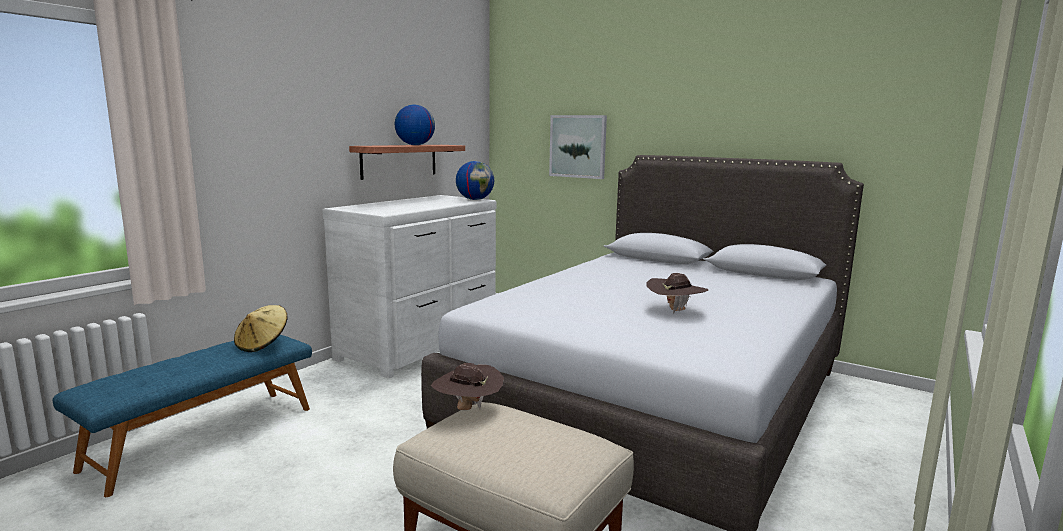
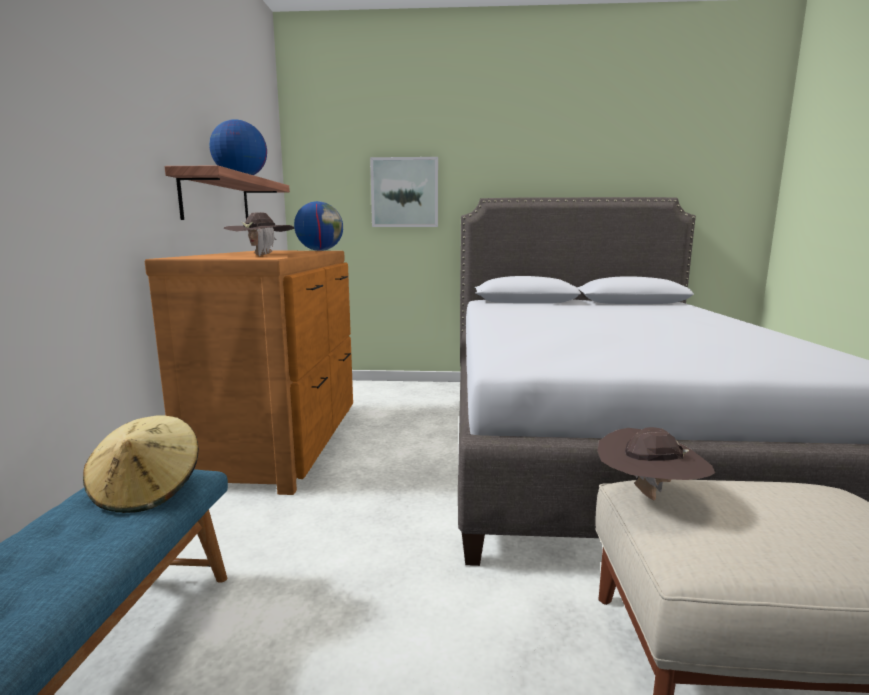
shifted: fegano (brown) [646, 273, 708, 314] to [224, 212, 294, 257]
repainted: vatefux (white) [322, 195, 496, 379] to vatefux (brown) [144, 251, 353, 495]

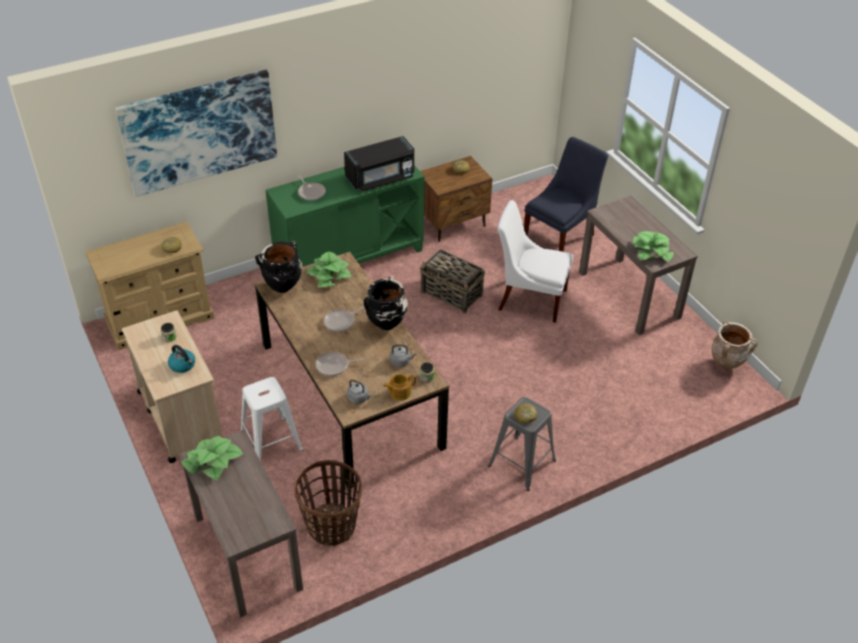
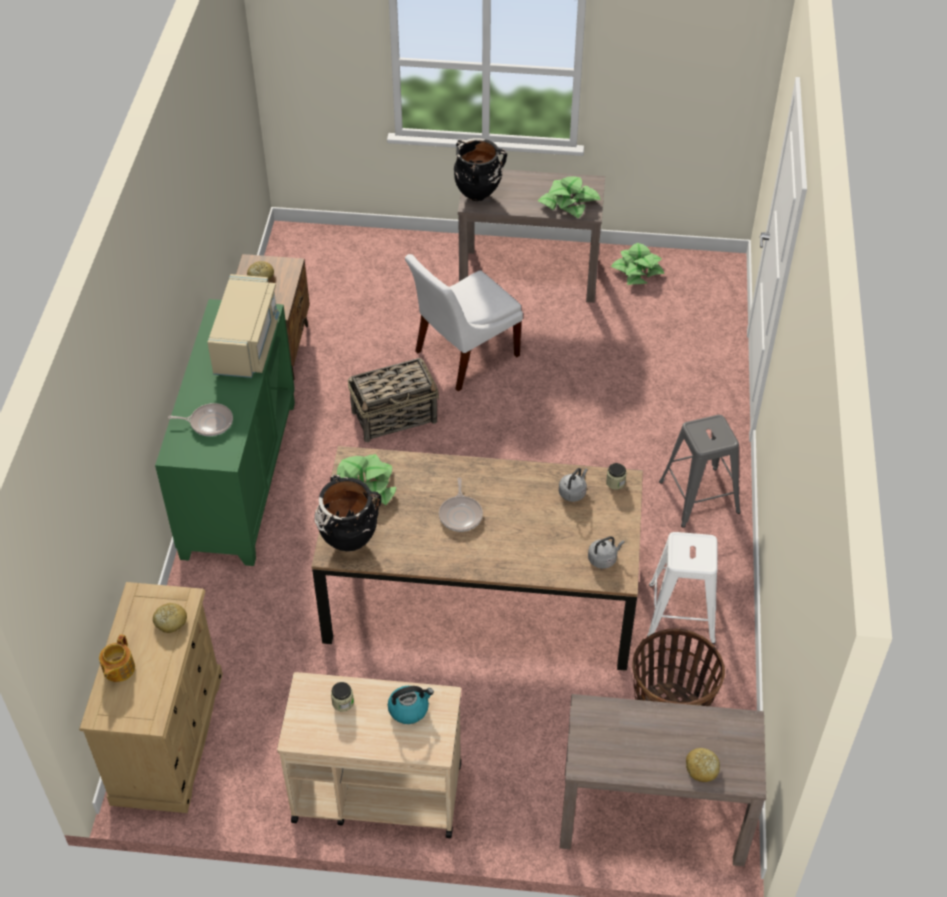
gone: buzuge [115, 70, 277, 197]; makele [316, 352, 364, 376]; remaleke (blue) [524, 137, 608, 252]; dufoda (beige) [712, 320, 758, 369]
shifted: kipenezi [181, 436, 243, 481] to [611, 243, 665, 285]; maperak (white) [241, 377, 303, 461] to [647, 532, 717, 644]; dufoda (black) [363, 276, 408, 330] to [454, 138, 507, 201]; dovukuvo [384, 374, 416, 401] to [99, 635, 135, 682]; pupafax [514, 403, 537, 424] to [686, 748, 720, 782]
repainted: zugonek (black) [344, 136, 414, 192] to zugonek (beige) [207, 274, 280, 378]

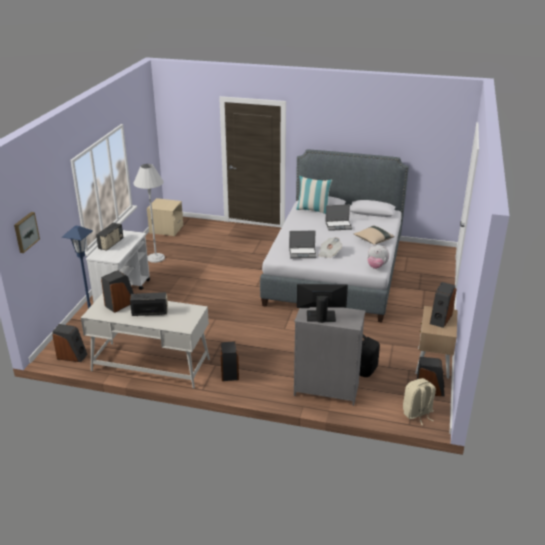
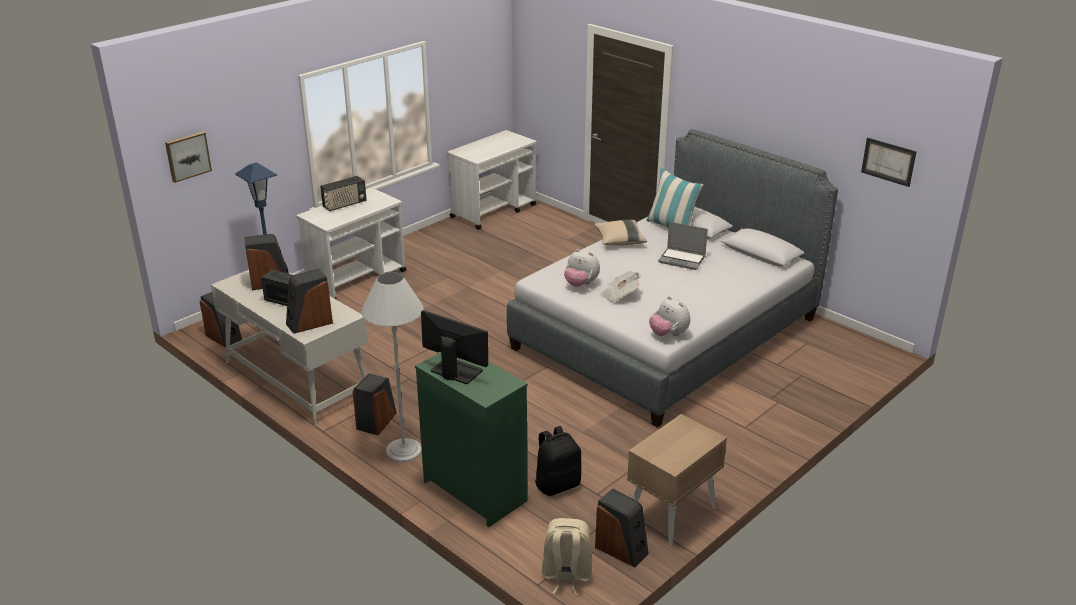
new: buzuge [861, 138, 917, 187]
shifted: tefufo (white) [133, 164, 165, 263] to [361, 272, 424, 462]; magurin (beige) [353, 226, 394, 245] to [594, 220, 647, 245]; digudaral [430, 282, 457, 328] to [286, 269, 333, 334]
swapped: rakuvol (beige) [147, 198, 183, 237] to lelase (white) [447, 130, 537, 230]; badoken [289, 231, 317, 259] to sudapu [564, 249, 600, 287]
repainted: vatefux (grey) [294, 307, 365, 406] to vatefux (green) [415, 352, 528, 527]

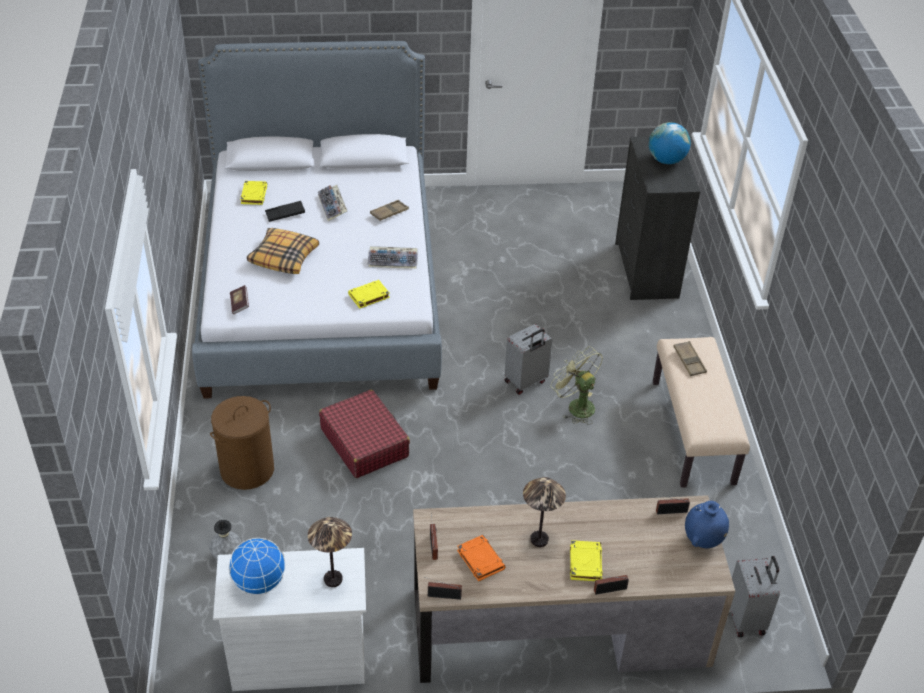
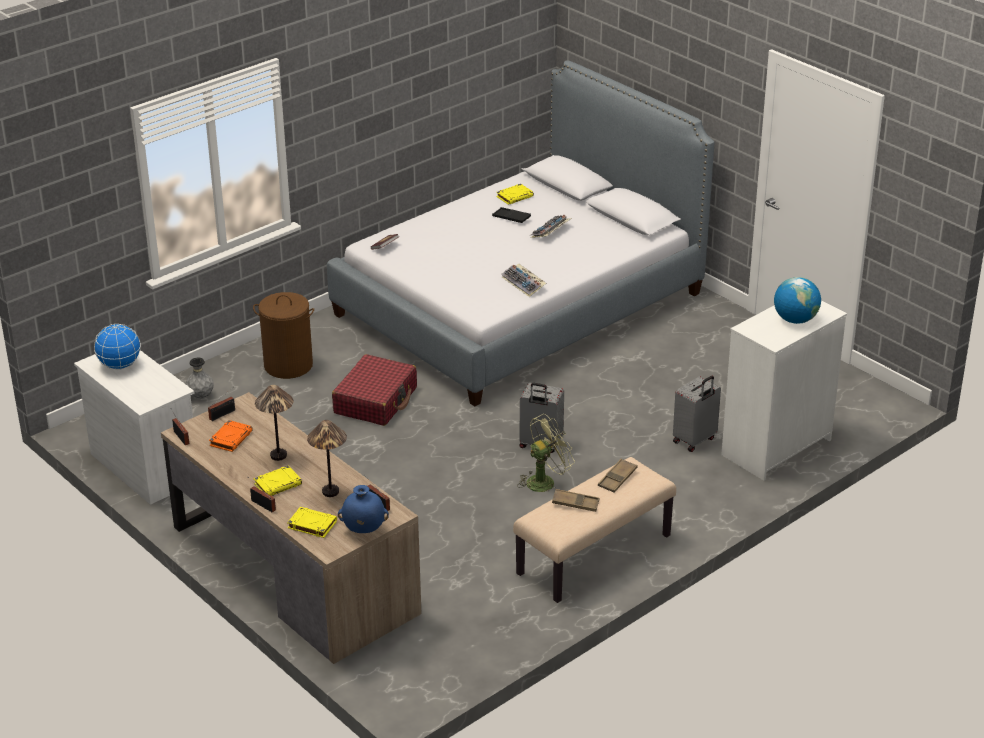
gone: magurin [247, 228, 319, 274]
shifted: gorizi [308, 517, 352, 587] to [307, 420, 347, 497]; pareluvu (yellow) [348, 280, 390, 309] to [287, 507, 337, 538]; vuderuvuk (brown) [370, 200, 409, 221] to [552, 489, 599, 512]; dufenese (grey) [730, 556, 780, 637] to [673, 376, 721, 452]
repainted: vatefux (black) [615, 136, 700, 300] to vatefux (white) [721, 300, 847, 481]
rotated: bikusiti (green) [551, 346, 603, 425] = [517, 414, 575, 492] 45 degrees clockwise

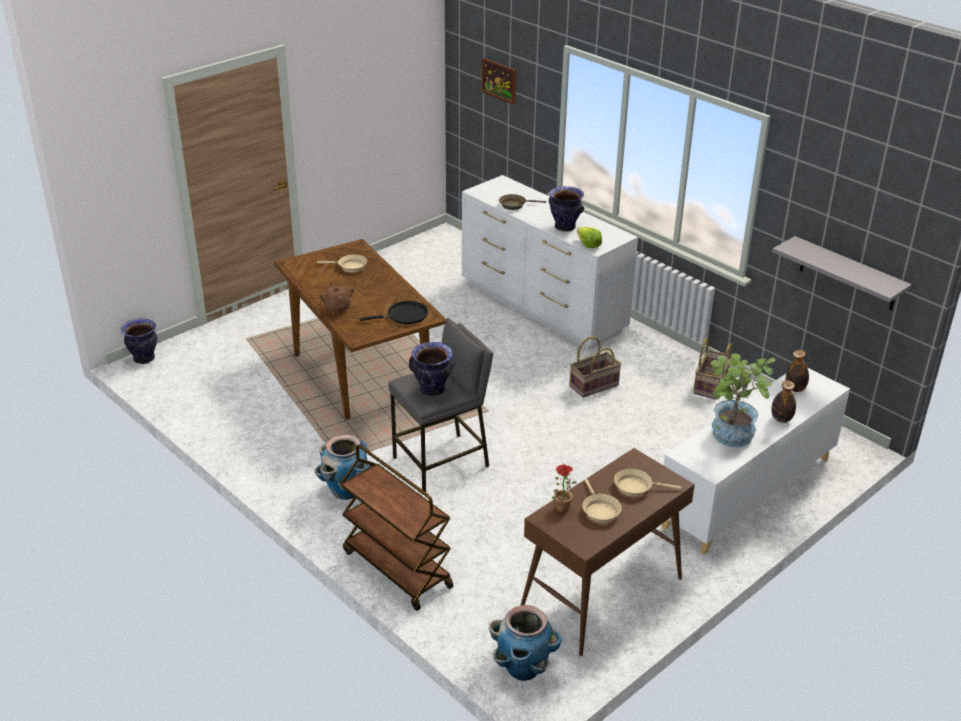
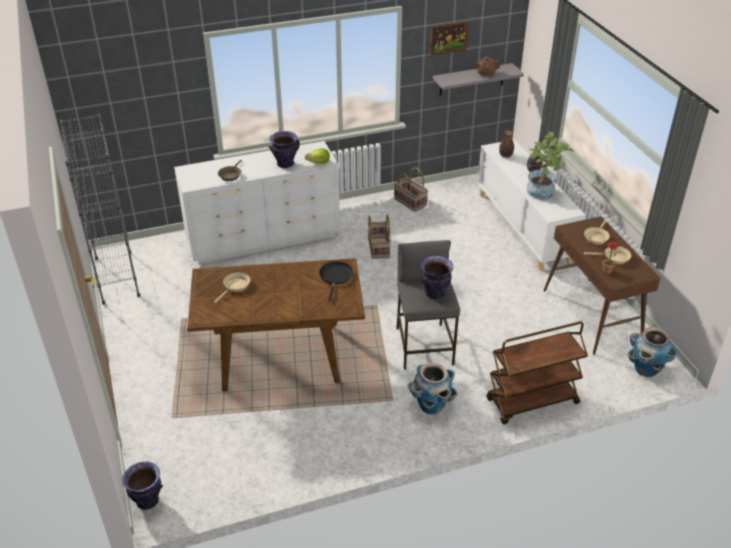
new: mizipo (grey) [60, 114, 141, 305]
shifted: dovukuvo (brown) [319, 282, 354, 313] to [473, 56, 500, 77]; buzuge [482, 58, 516, 105] to [430, 21, 468, 56]

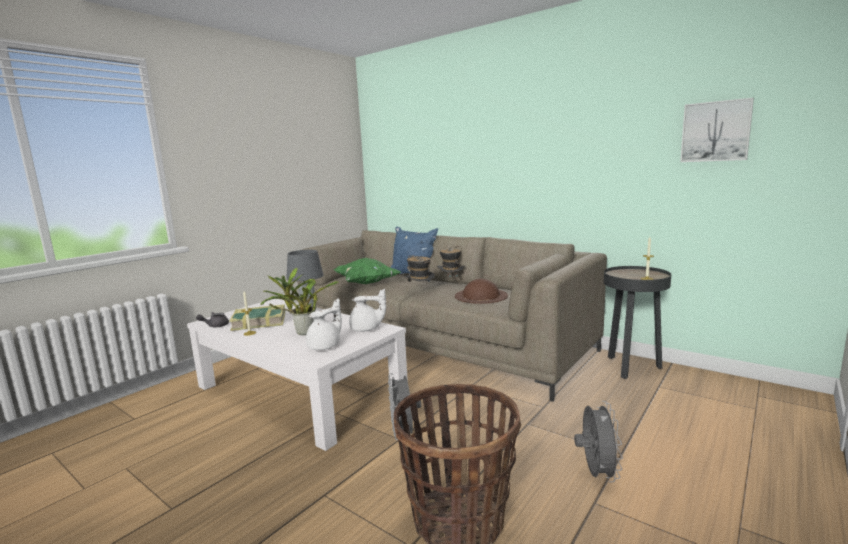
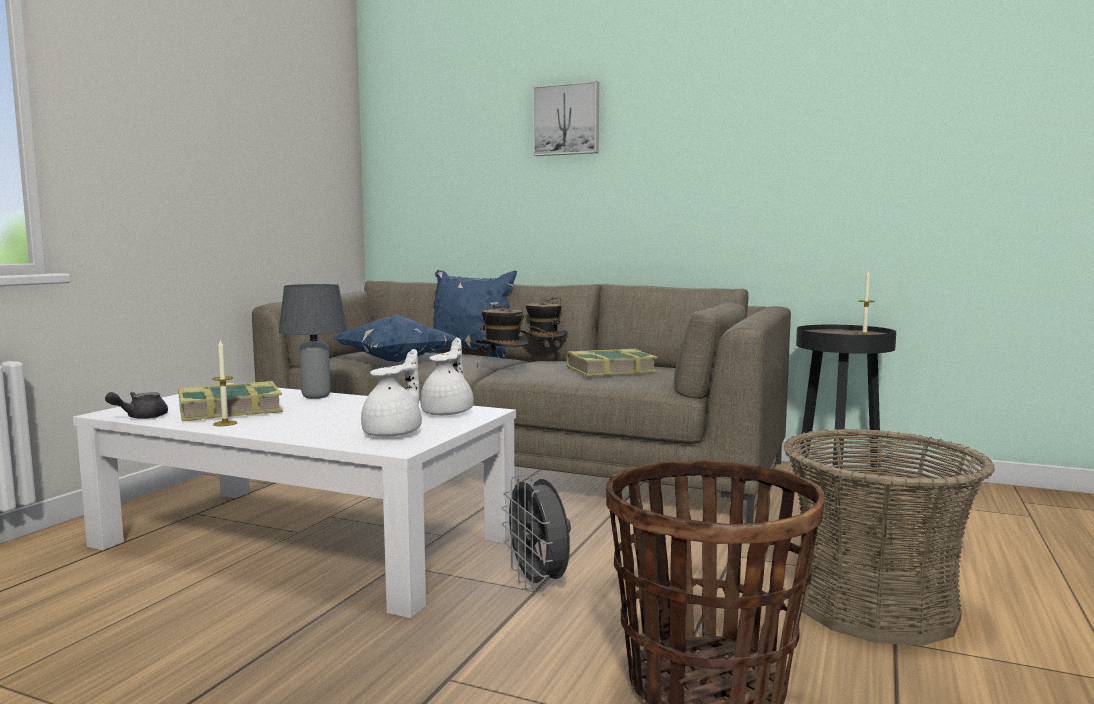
gone: kipenezi [260, 268, 339, 335]
shifted: buzuge [680, 98, 754, 162] to [533, 81, 599, 156]
swapped: fegano (brown) [455, 278, 508, 304] to pareluvu [566, 349, 657, 376]; bikusiti (grey) [574, 401, 623, 482] to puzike [783, 428, 995, 646]
repainted: magurin (green) [333, 258, 401, 284] to magurin (blue) [332, 315, 461, 362]
rotated: dovukuvo (white) [349, 289, 386, 331] = [420, 338, 474, 415] 60 degrees counterclockwise

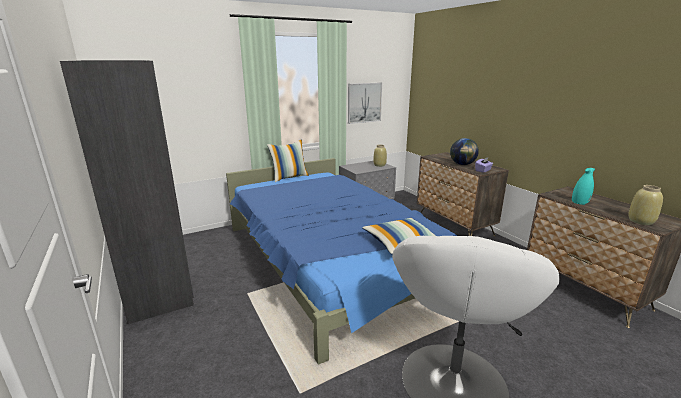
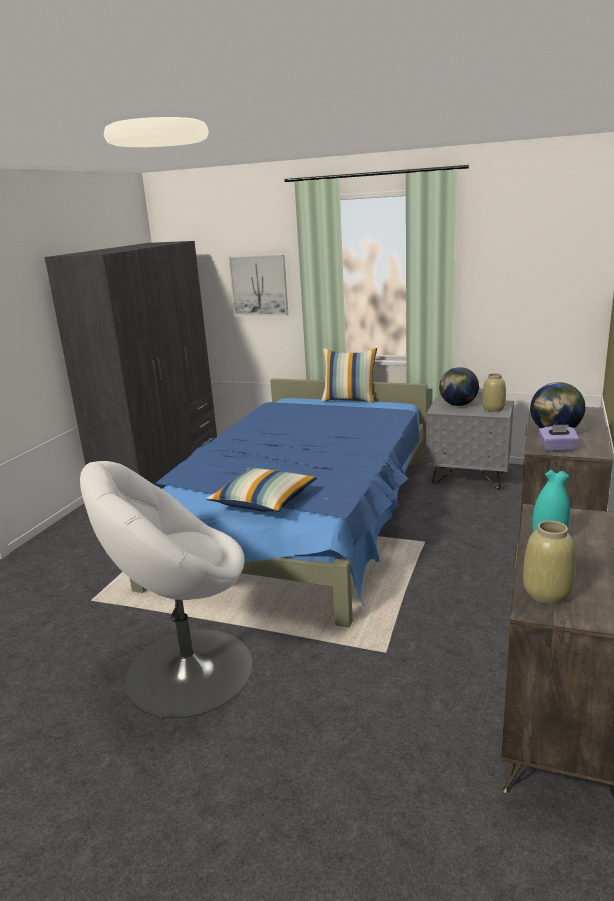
new: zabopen [439, 367, 479, 406]
shifted: buzuge [348, 83, 382, 124] to [229, 255, 288, 316]

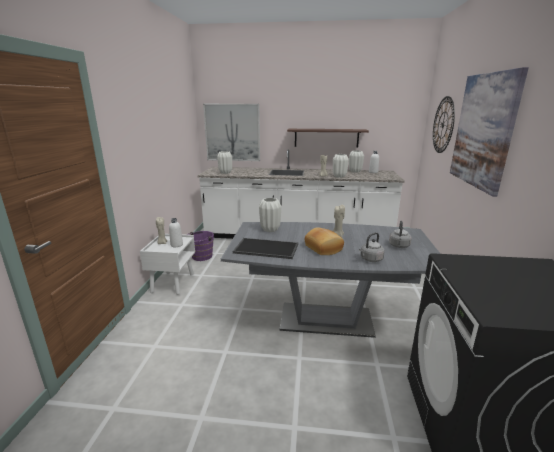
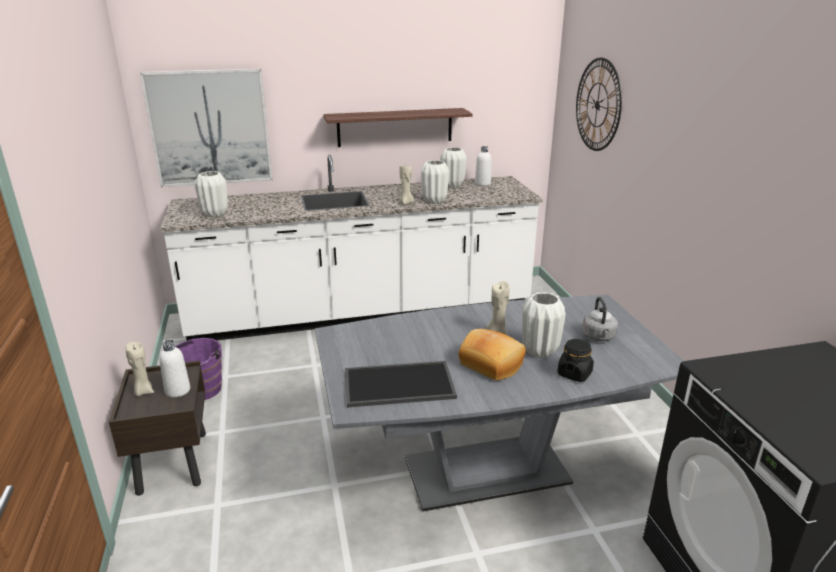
gone: buzuge [450, 67, 529, 197]
shifted: dufoda (white) [259, 198, 281, 232] to [522, 292, 566, 358]
swapped: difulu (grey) [359, 232, 385, 262] to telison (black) [557, 339, 594, 382]
repainted: rakuvol (white) [140, 234, 195, 295] to rakuvol (brown) [109, 361, 206, 496]

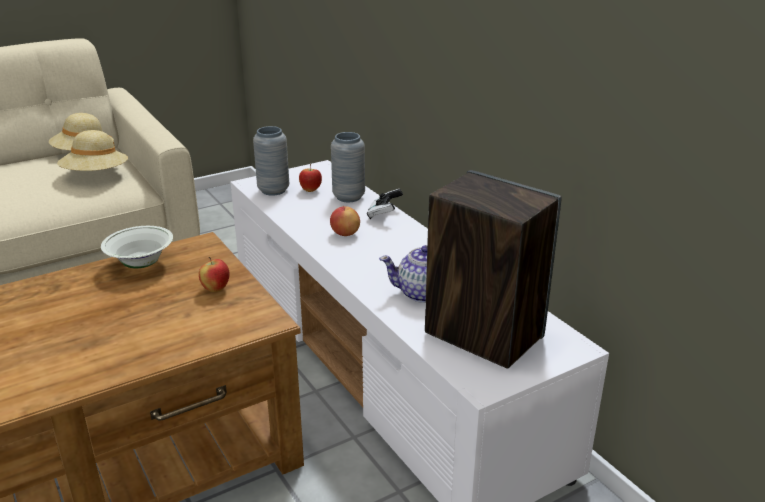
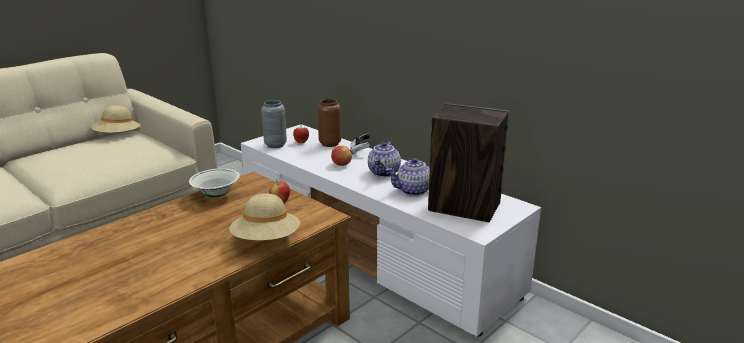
new: dovukuvo [368, 141, 401, 177]
shifted: fegano (beige) [57, 130, 128, 171] to [230, 193, 300, 240]
repainted: dufoda (grey) [331, 132, 365, 202] to dufoda (brown) [317, 99, 341, 147]

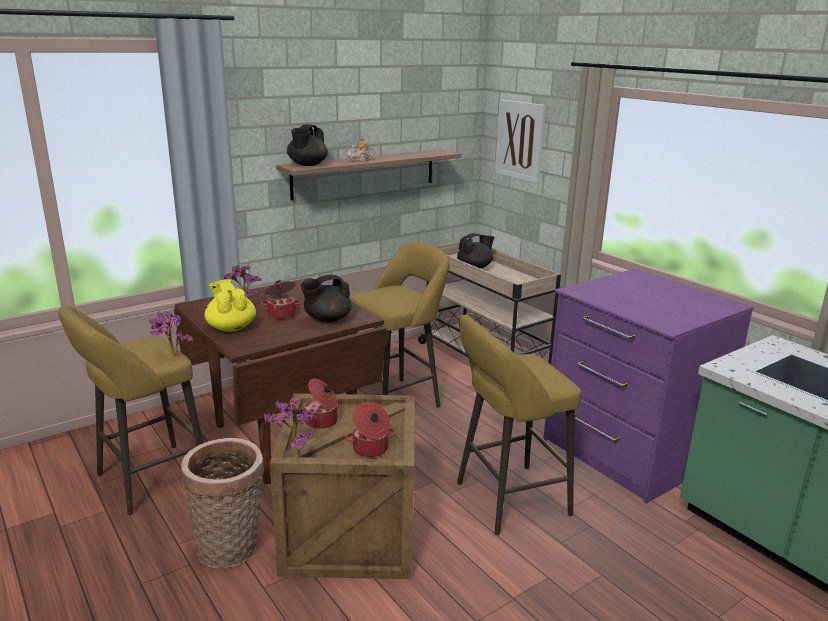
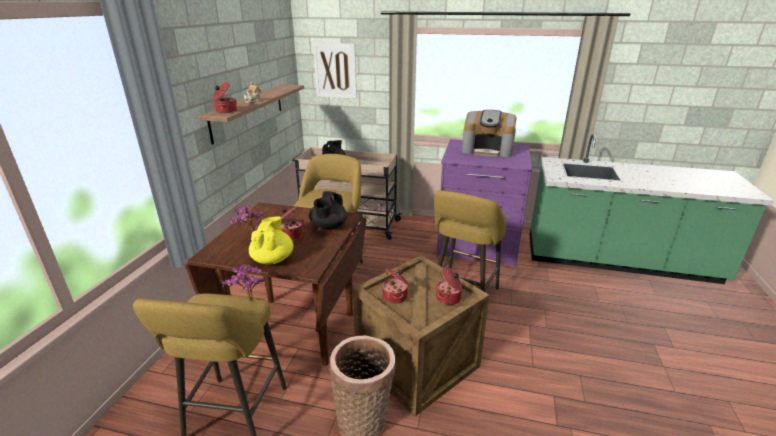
gone: kipenezi [264, 398, 314, 455]
new: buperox [462, 110, 517, 157]
swapped: dovukuvo (black) [287, 124, 328, 166] to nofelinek [213, 82, 237, 114]
rotated: dovukuvo (yellow) [205, 279, 256, 332] = [249, 216, 293, 264] 75 degrees clockwise

